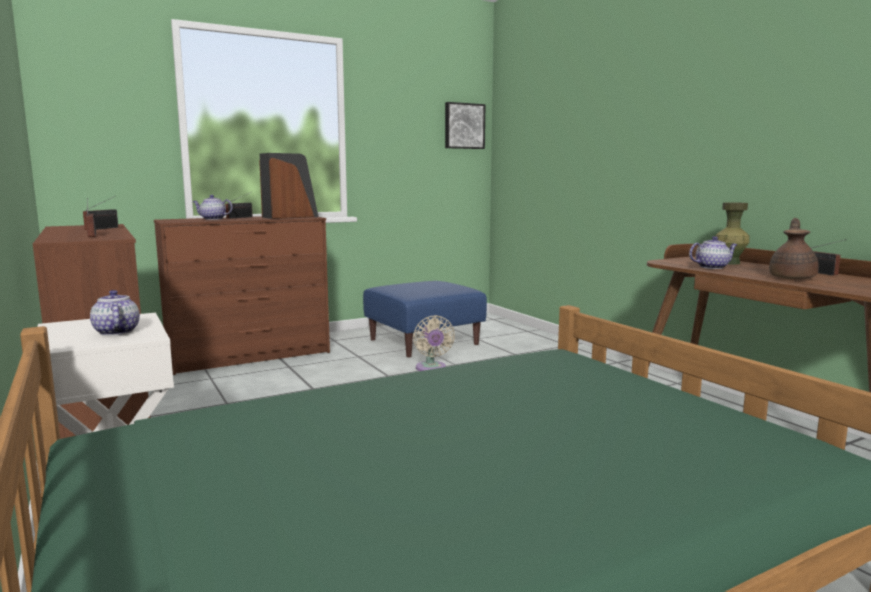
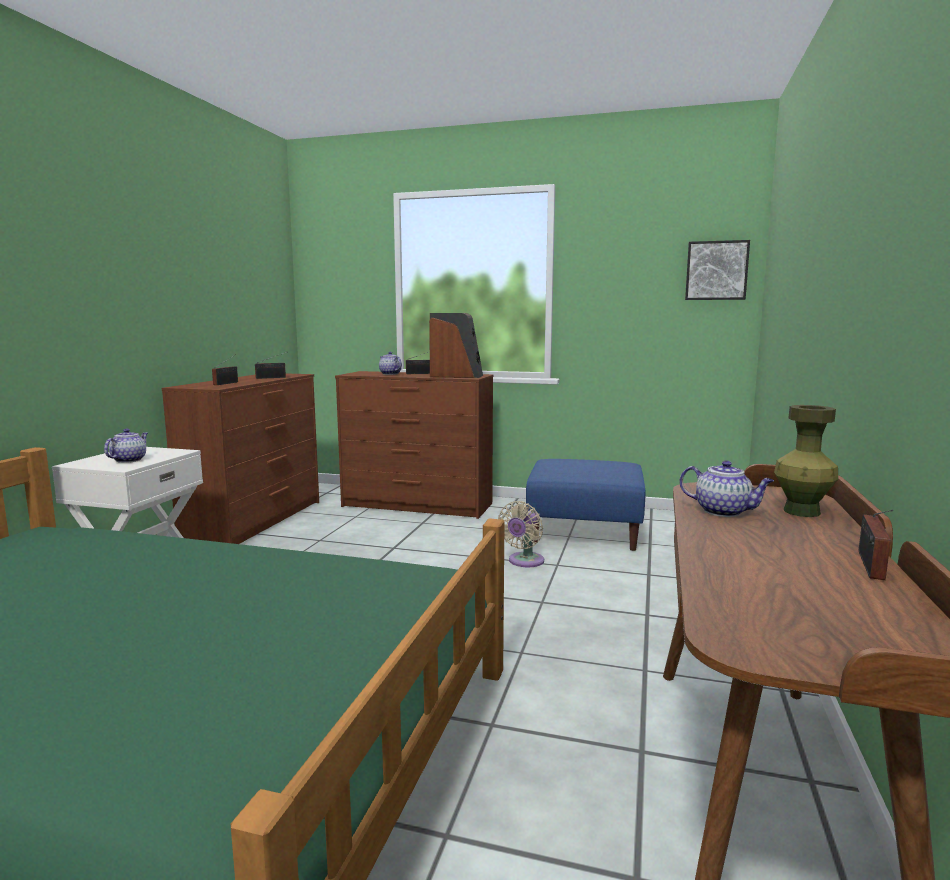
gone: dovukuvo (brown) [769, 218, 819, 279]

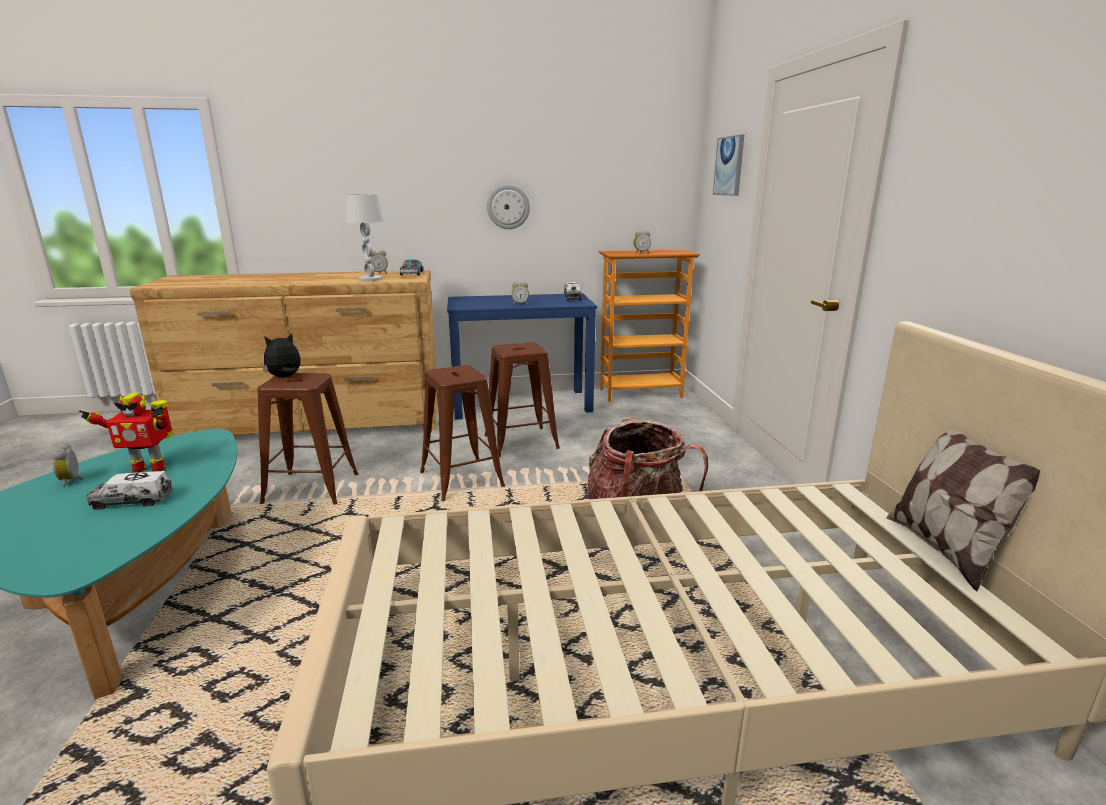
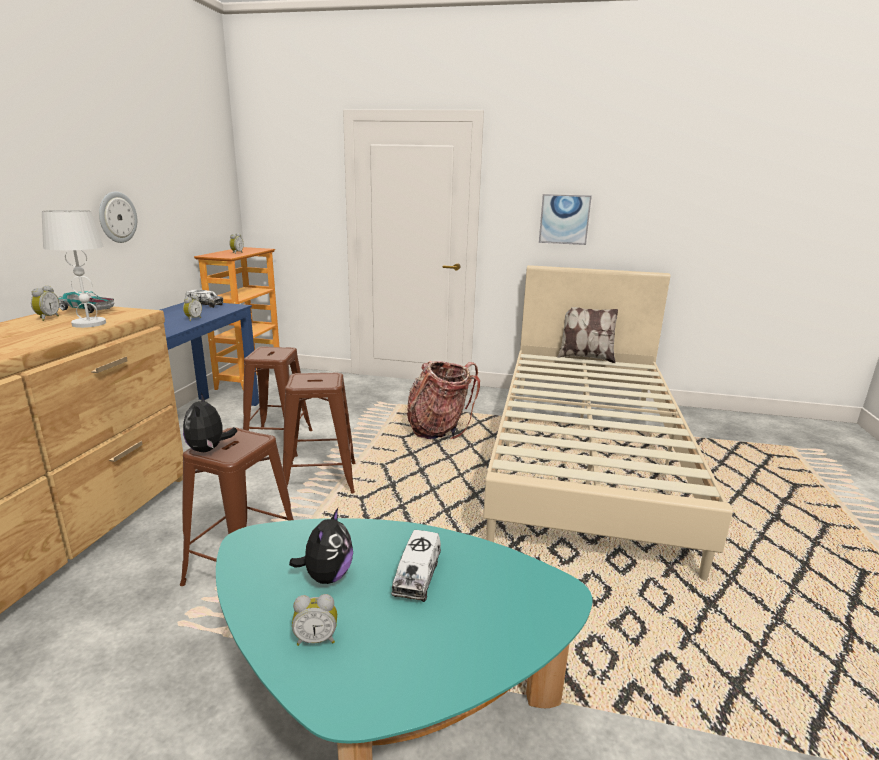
shifted: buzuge [713, 134, 744, 196] to [539, 194, 592, 245]
swapped: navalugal [79, 393, 174, 473] to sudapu [289, 508, 353, 584]

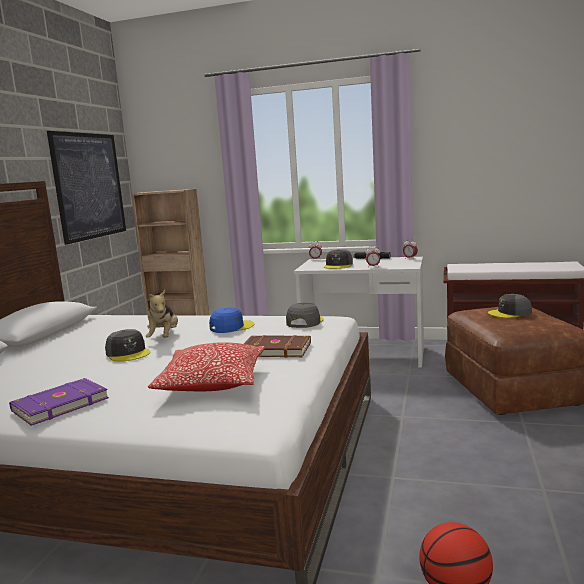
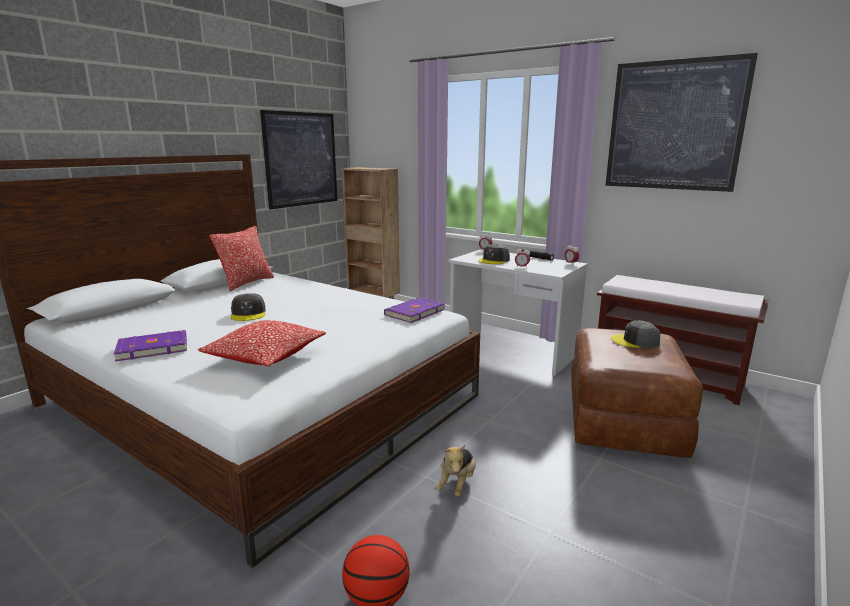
gone: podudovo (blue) [209, 307, 254, 333]; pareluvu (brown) [244, 335, 311, 358]
new: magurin [210, 226, 274, 291]; buzuge [605, 53, 758, 192]
shifted: sudapu [146, 290, 178, 338] to [436, 445, 476, 497]
swapped: podudovo (grey) [286, 303, 324, 328] to pareluvu (purple) [384, 298, 444, 323]

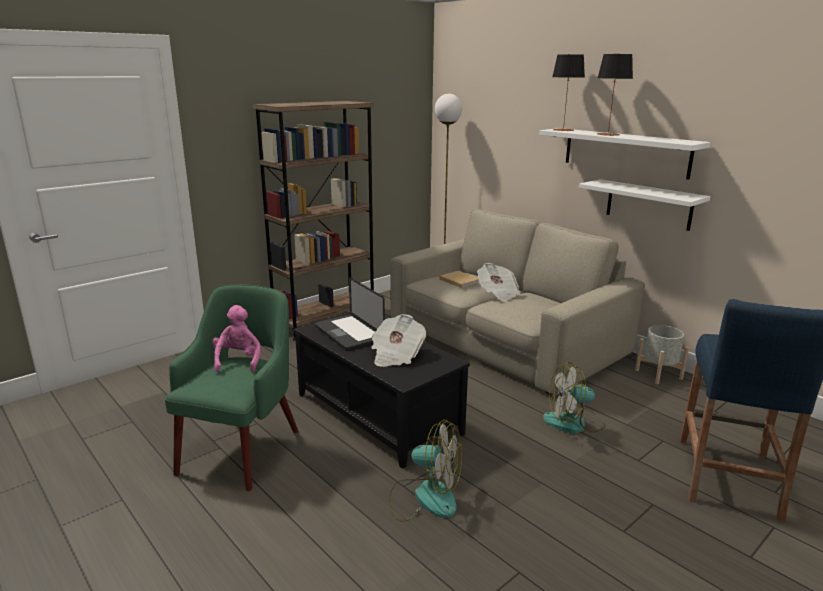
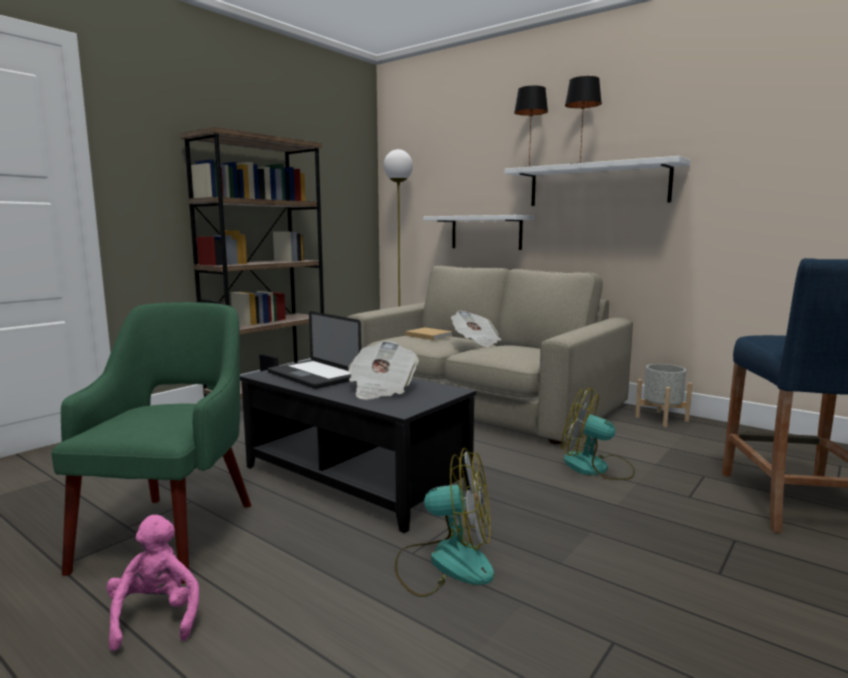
shifted: sudapu (pink) [212, 305, 261, 372] to [106, 515, 199, 651]; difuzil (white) [579, 179, 710, 231] to [423, 215, 534, 250]
rotated: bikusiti [543, 363, 605, 434] = [561, 388, 635, 480] 45 degrees clockwise

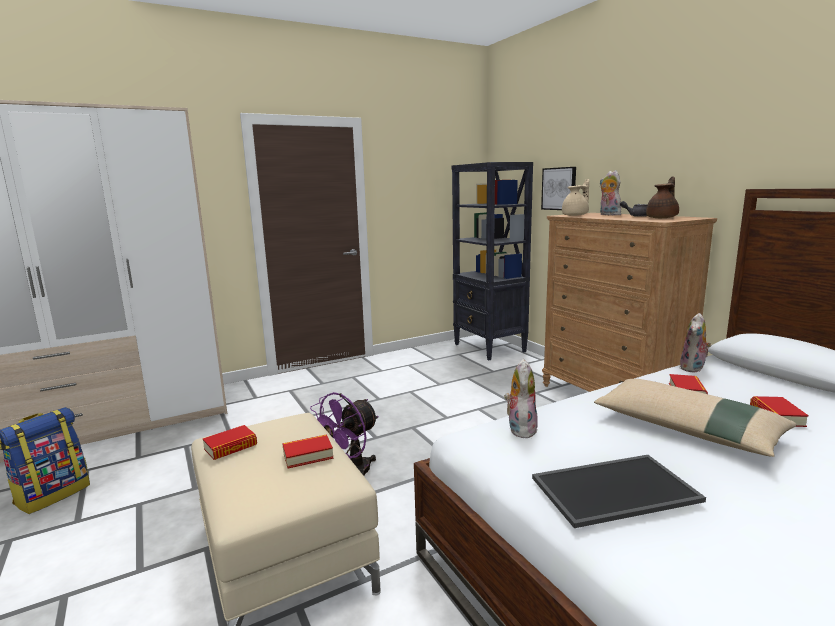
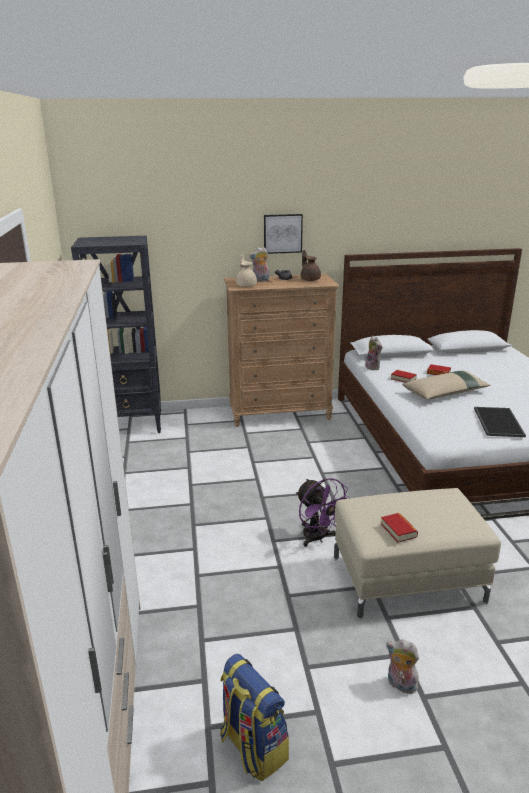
gone: pareluvu [283, 434, 334, 469]
shifted: sudapu [504, 359, 538, 438] to [386, 640, 419, 694]; buzuge [541, 167, 576, 210] to [264, 214, 303, 254]

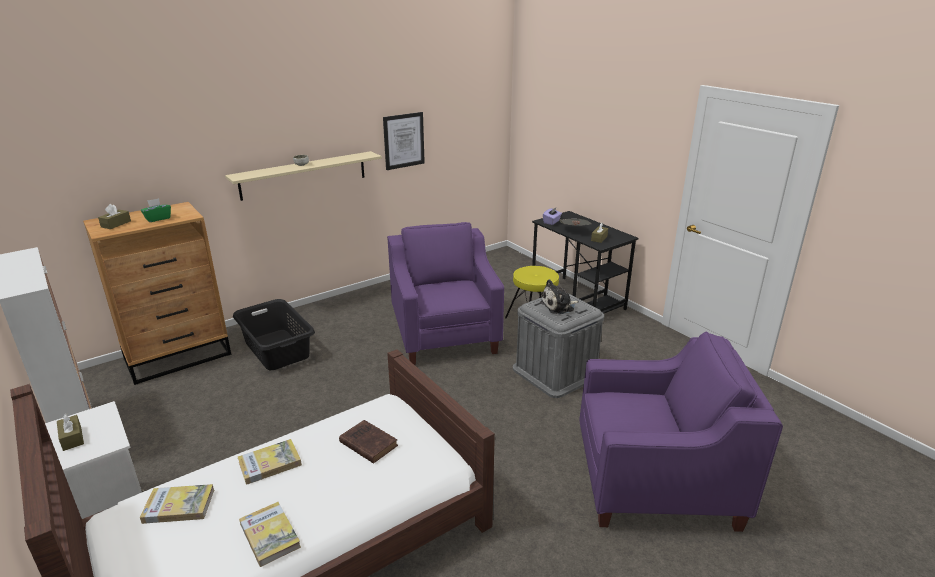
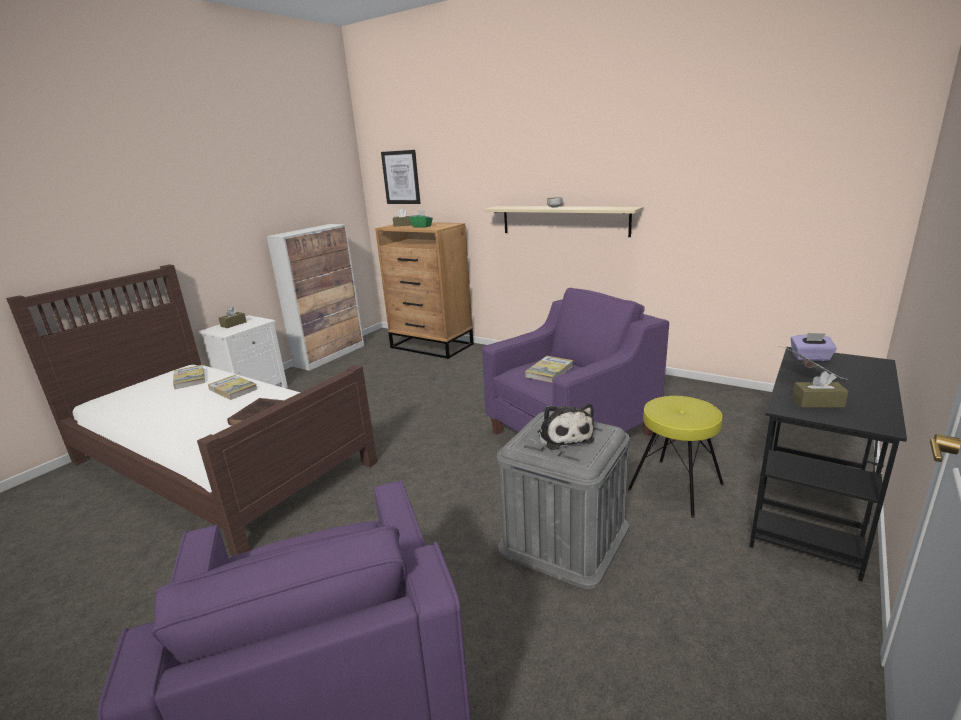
gone: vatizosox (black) [233, 299, 315, 370]
shifted: pareluvu [239, 502, 301, 567] to [525, 356, 573, 383]; buzuge [383, 112, 425, 170] to [381, 150, 421, 204]
rotated: sudapu [540, 279, 579, 314] = [538, 403, 594, 450] 150 degrees counterclockwise

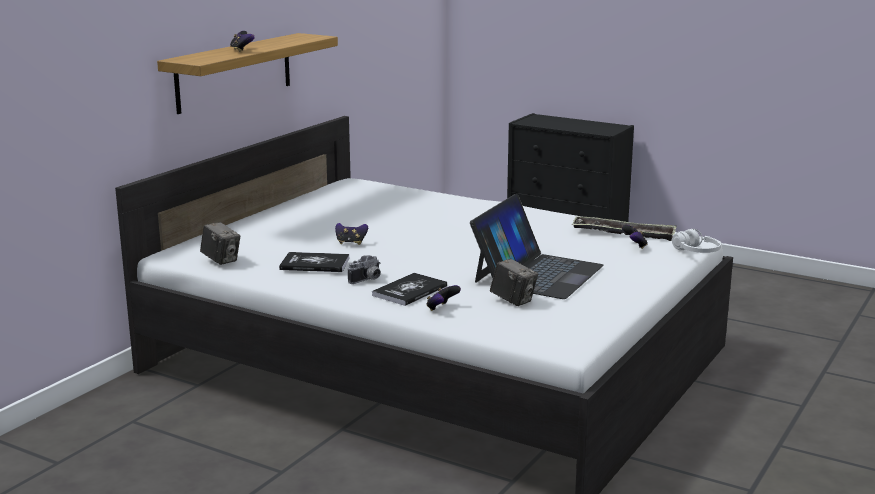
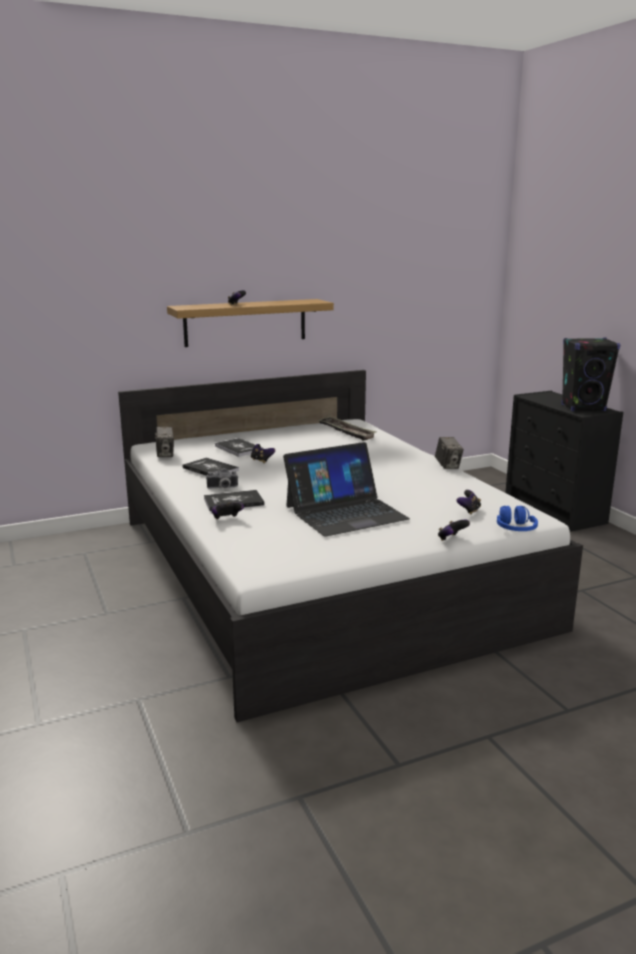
new: pareluvu [215, 438, 262, 457]; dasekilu [438, 519, 470, 541]; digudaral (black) [562, 338, 620, 411]
shifted: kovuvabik [490, 259, 538, 306] to [435, 437, 464, 469]; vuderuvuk [572, 216, 677, 241] to [317, 417, 377, 441]
repainted: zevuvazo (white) [672, 229, 721, 253] to zevuvazo (blue) [497, 506, 538, 531]

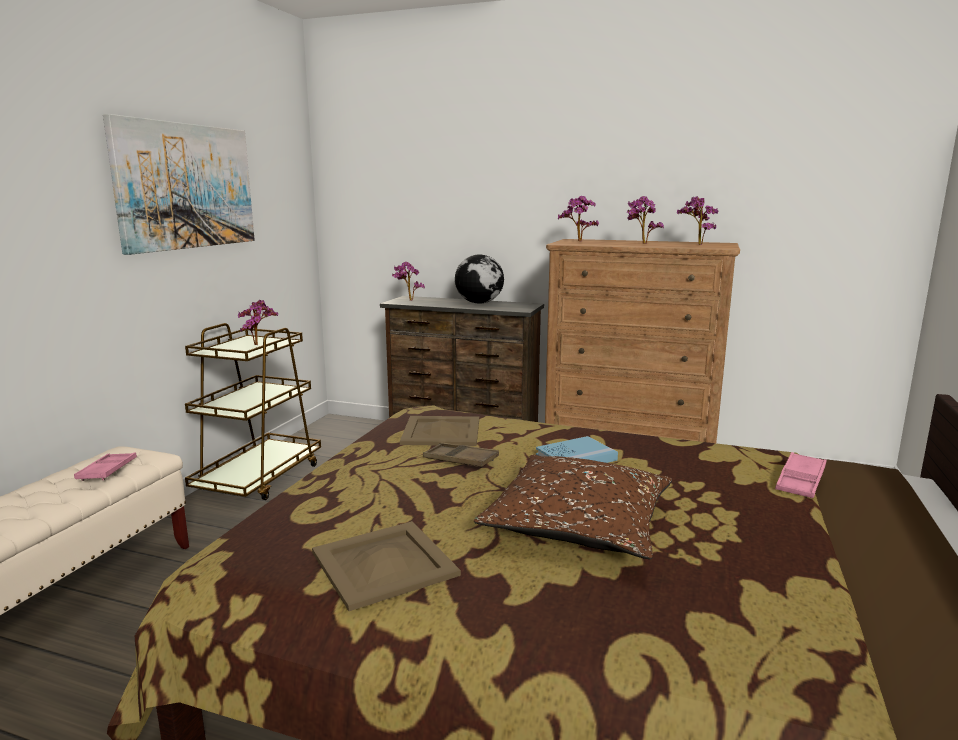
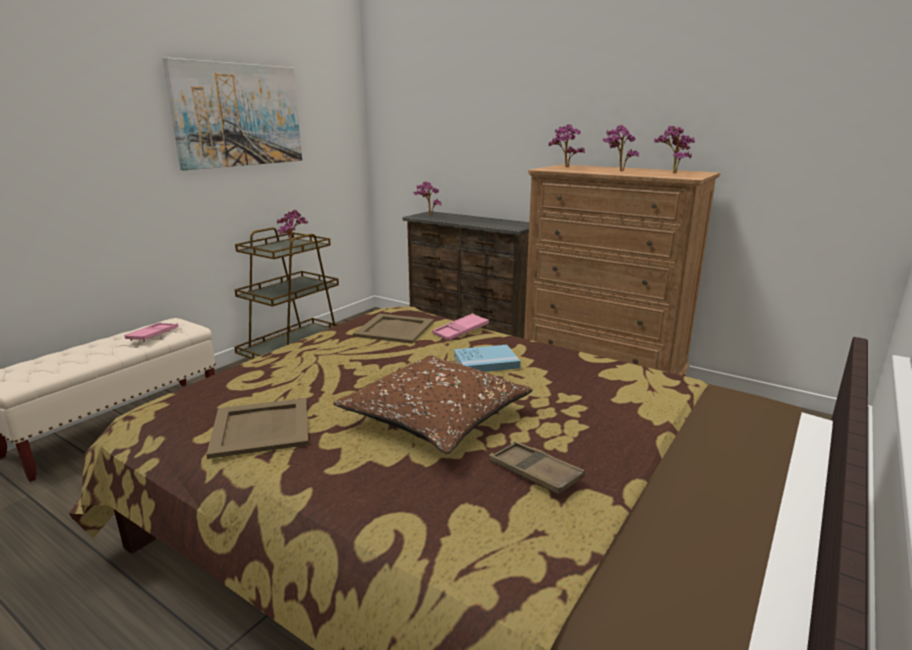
gone: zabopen [455, 254, 504, 304]
shifted: vuderuvuk (brown) [423, 443, 499, 468] to [490, 441, 585, 494]; vuderuvuk (pink) [775, 452, 827, 498] to [433, 313, 489, 341]

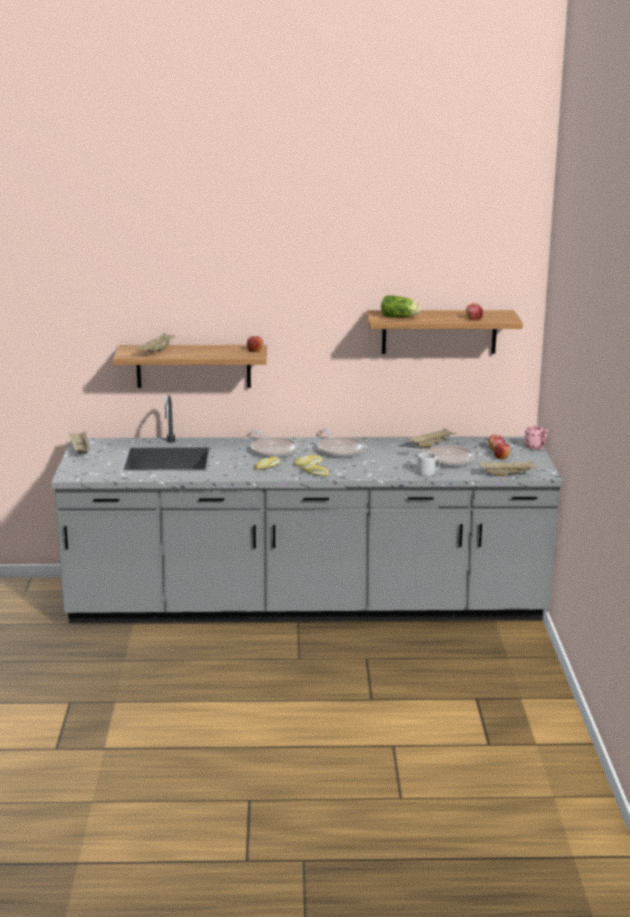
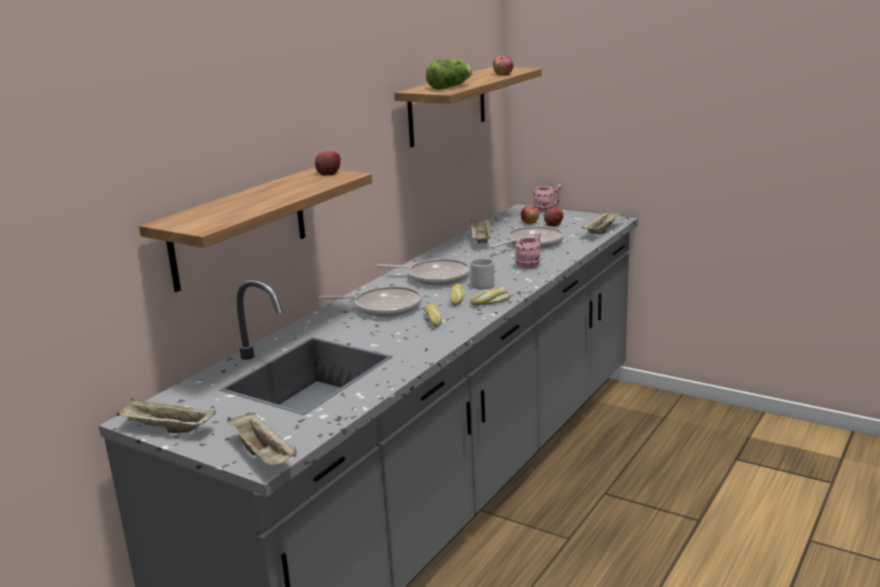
new: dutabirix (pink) [515, 232, 541, 268]
shifted: vuderuvuk (beige) [136, 333, 175, 352] to [227, 412, 297, 465]; dutabirix (grey) [417, 452, 440, 476] to [470, 258, 495, 290]

